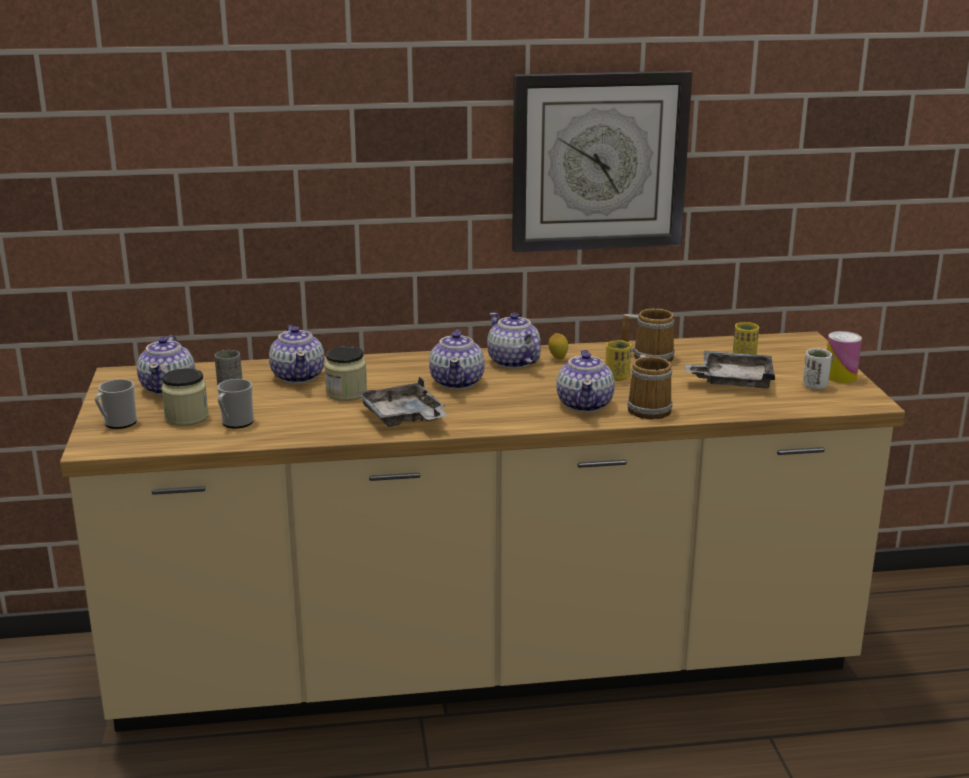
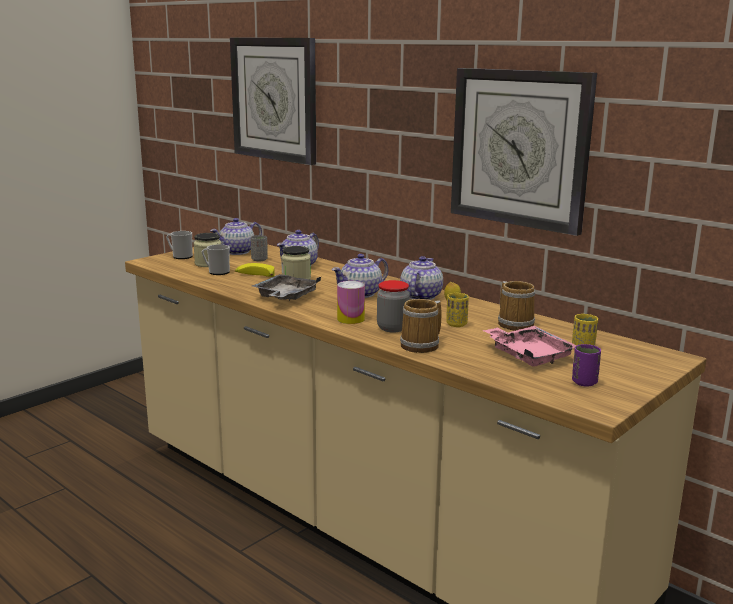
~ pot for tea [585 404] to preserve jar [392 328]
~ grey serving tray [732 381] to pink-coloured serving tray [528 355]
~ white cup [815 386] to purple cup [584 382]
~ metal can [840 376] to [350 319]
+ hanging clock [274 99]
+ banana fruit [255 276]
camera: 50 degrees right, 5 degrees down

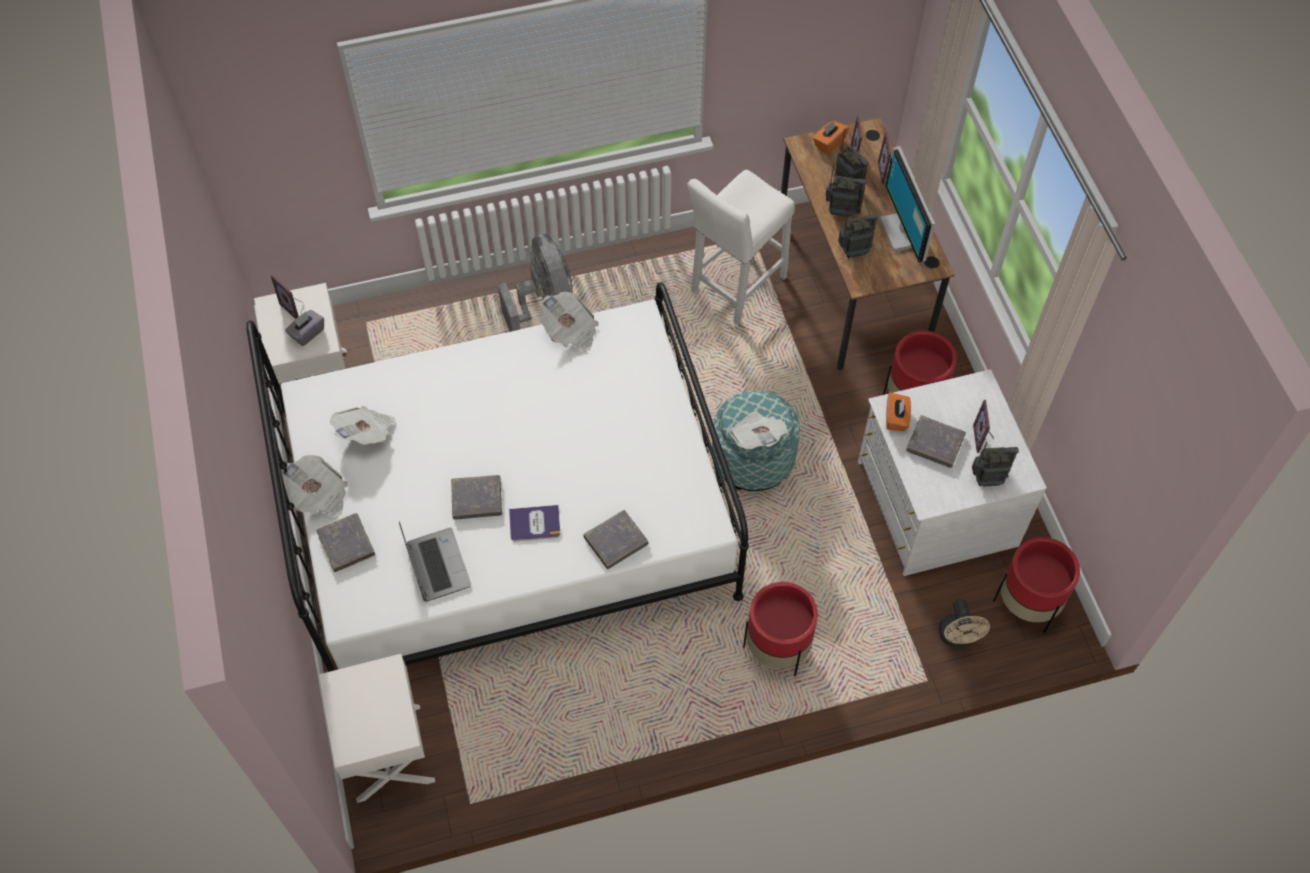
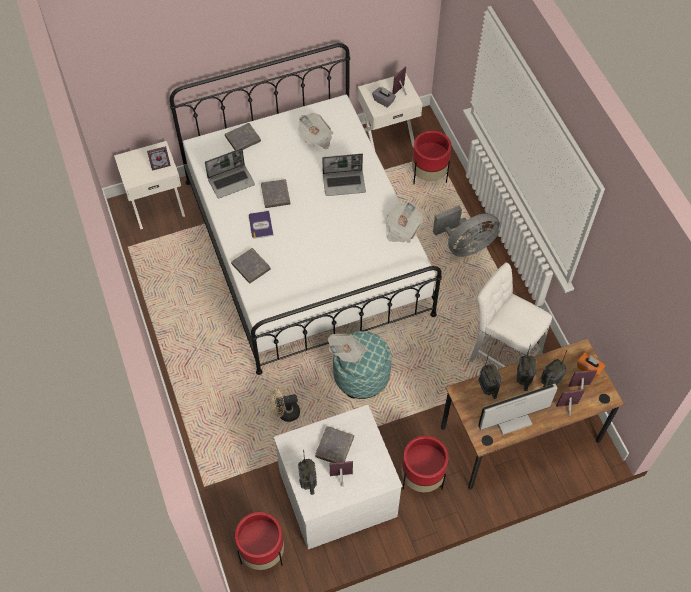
- newspaper [318 496]
~ red-coloured plant pot [777 648] to [429 176]
- orangey tissue box [896 418]
~ beige fan [956 638] to [285 413]
+ picture frame [160 164]
+ notebook computer [344 183]
camera: 85 degrees right, 0 degrees up

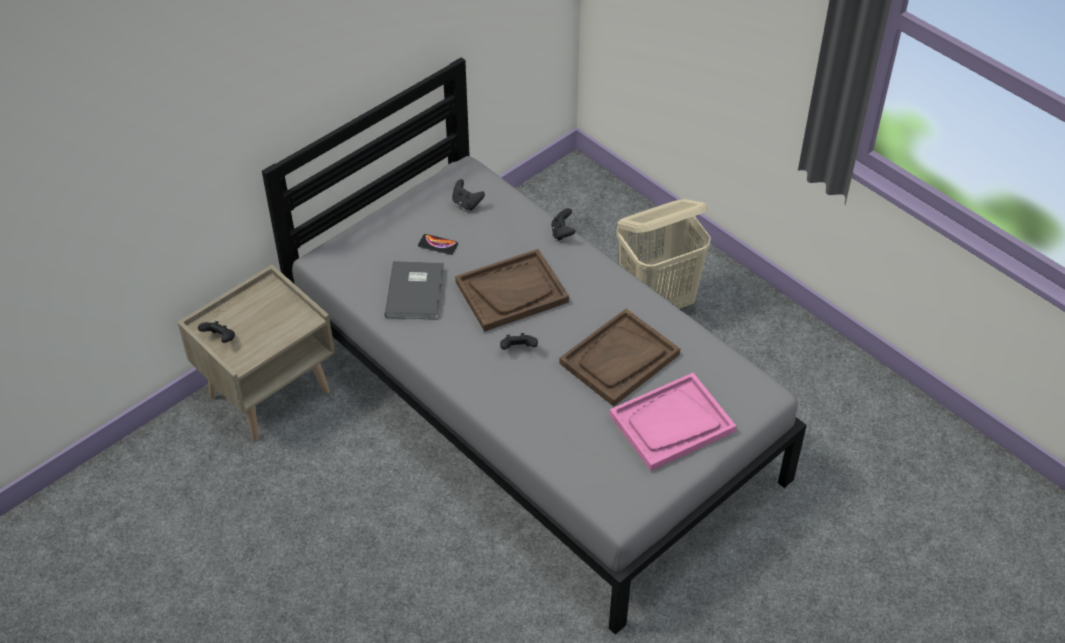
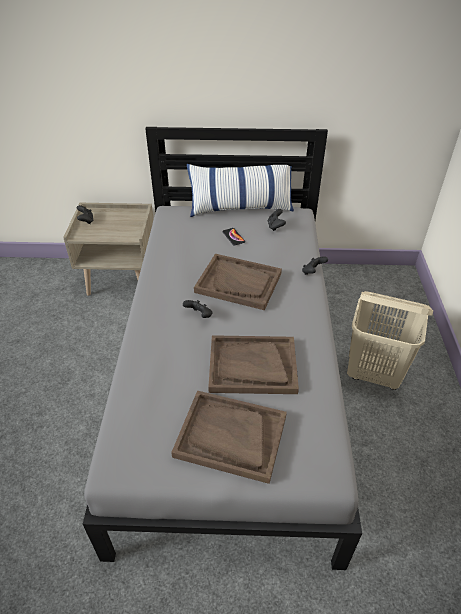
- grey volume [417 291]
~ pink-coloured serving tray [672 424] to brown serving tray [230 436]
+ pillow [241 208]
camera: 45 degrees right, 5 degrees down

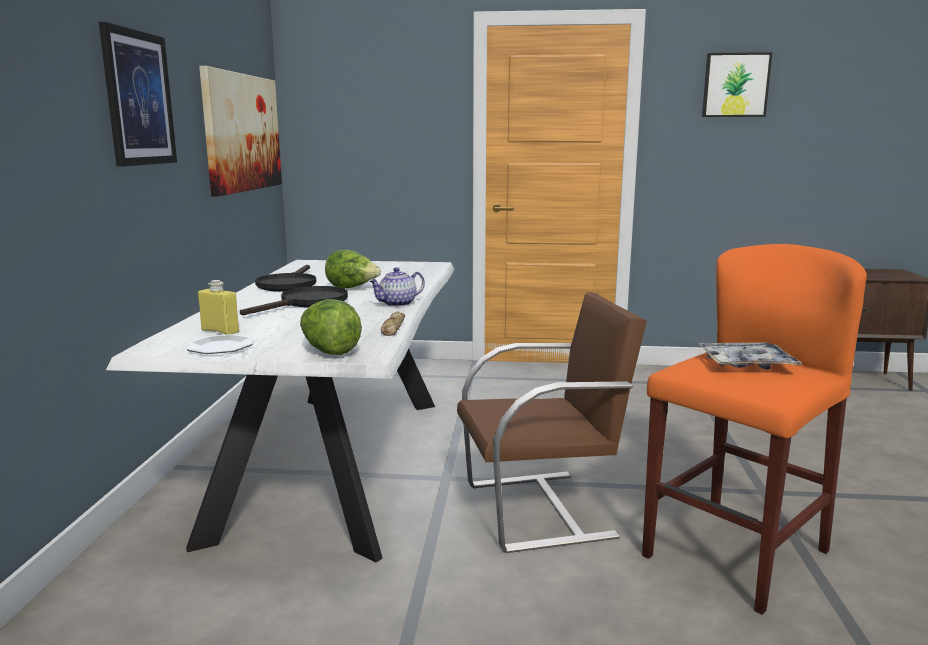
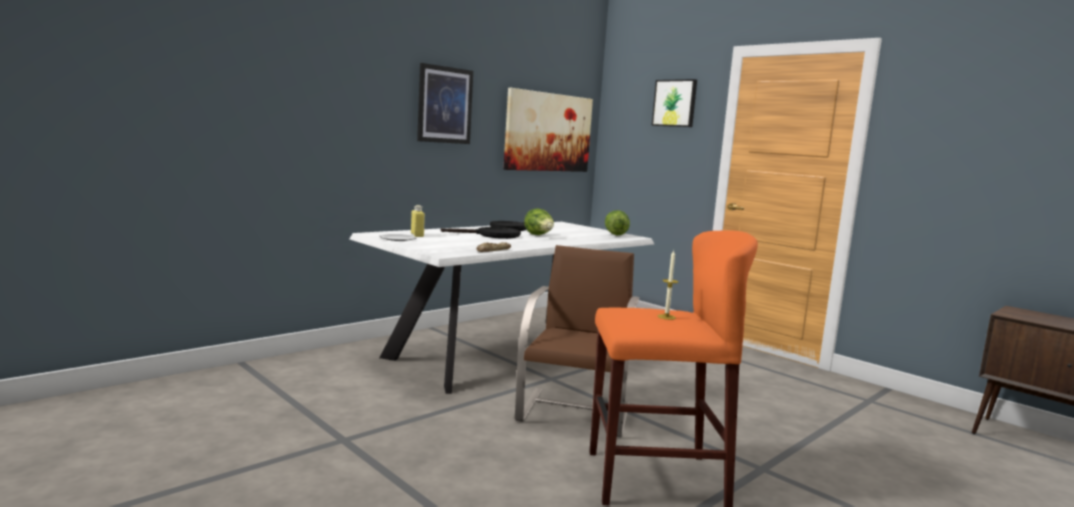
~ head of lettuce [329 351] to [615 234]
- pot for tea [398 304]
~ brown upright chair [542 510] = [575 411] 105 degrees counterclockwise
~ serving tray [746 364] to wax candle [666 317]
~ wall picture [735 85] to [675 103]
camera: 40 degrees right, 5 degrees down

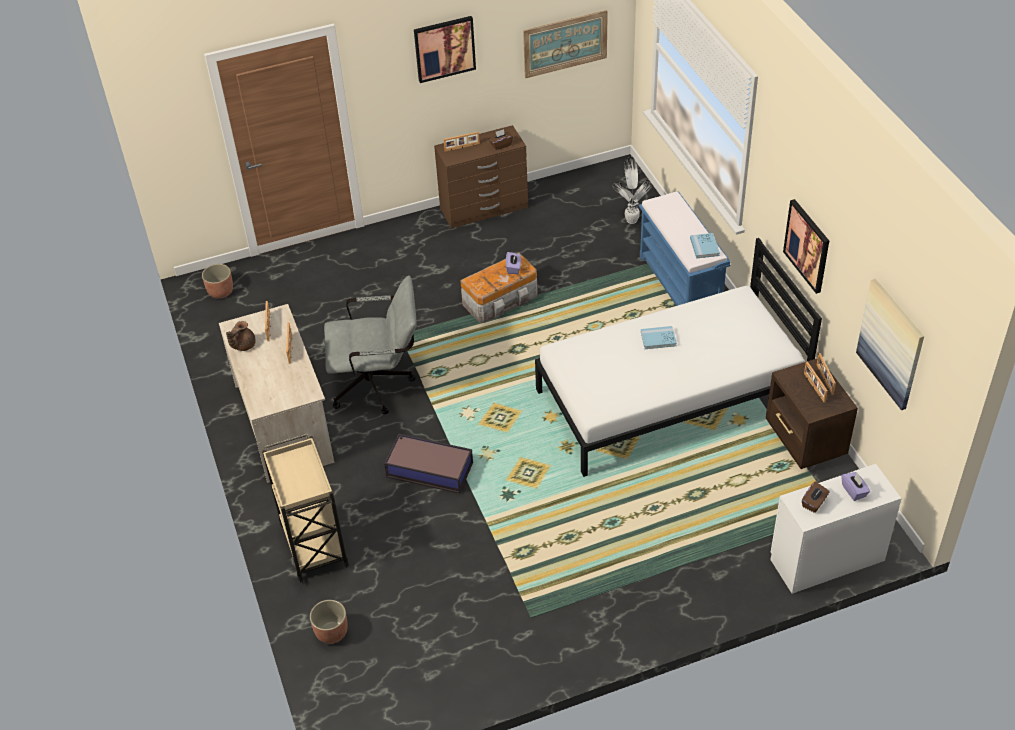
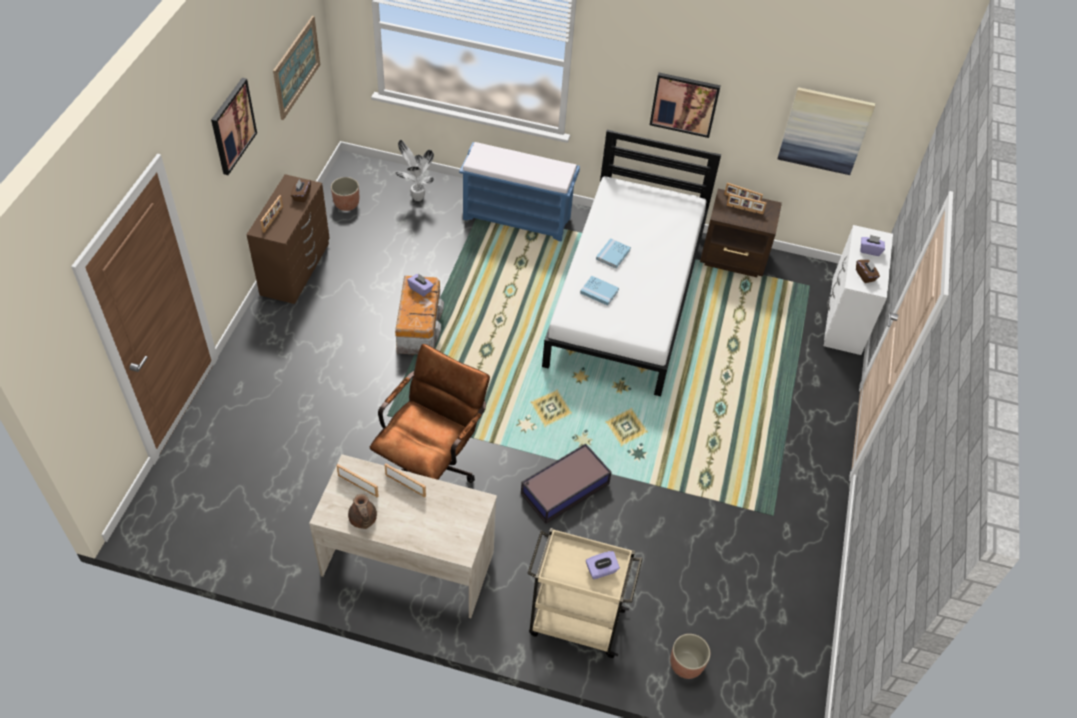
~ plant pot [220 291] to [346 204]
~ grey computer chair [379 384] to brown computer chair [431 465]
~ bluish volume [704 247] to [599 291]
+ purple tissue box [601 570]
camera: 60 degrees left, 5 degrees up

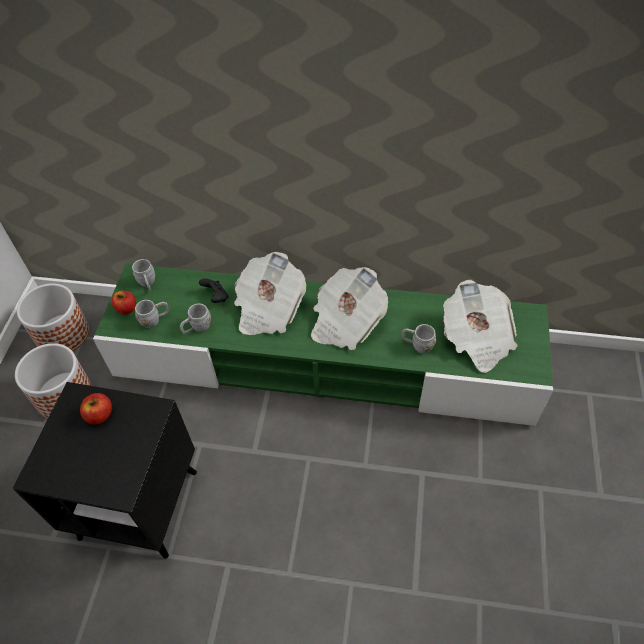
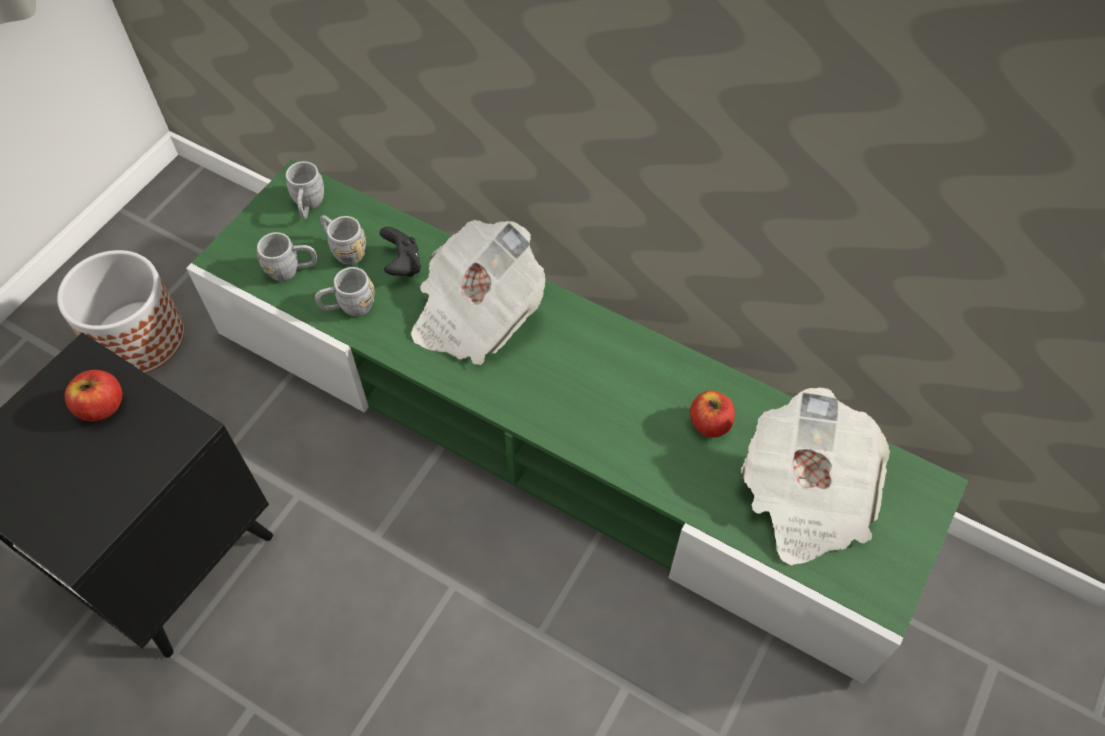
- plant pot [63 334]
~ apple [127 309] to [710 423]
- newspaper [346 322]
~ grey mug [417 345] to [344 249]
camera: 20 degrees right, 5 degrees up

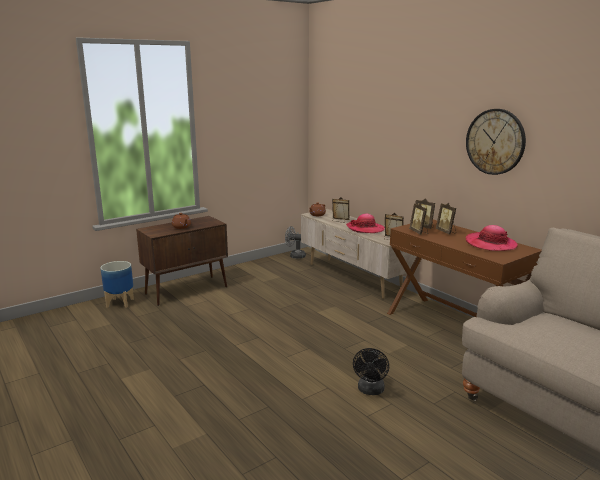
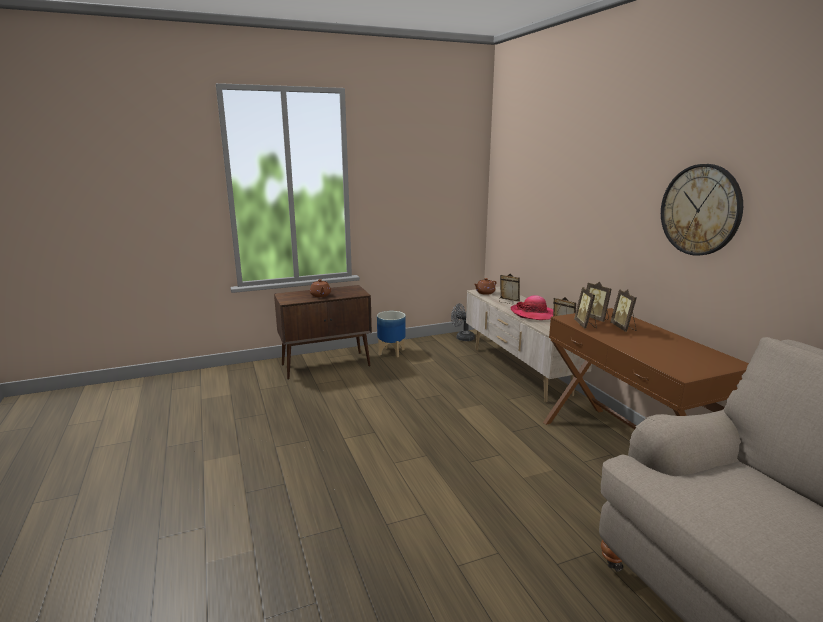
~ plant pot [120 303] to [391 352]
- black fan [370 391]
- clothing hat [490 244]
camera: 15 degrees right, 0 degrees up

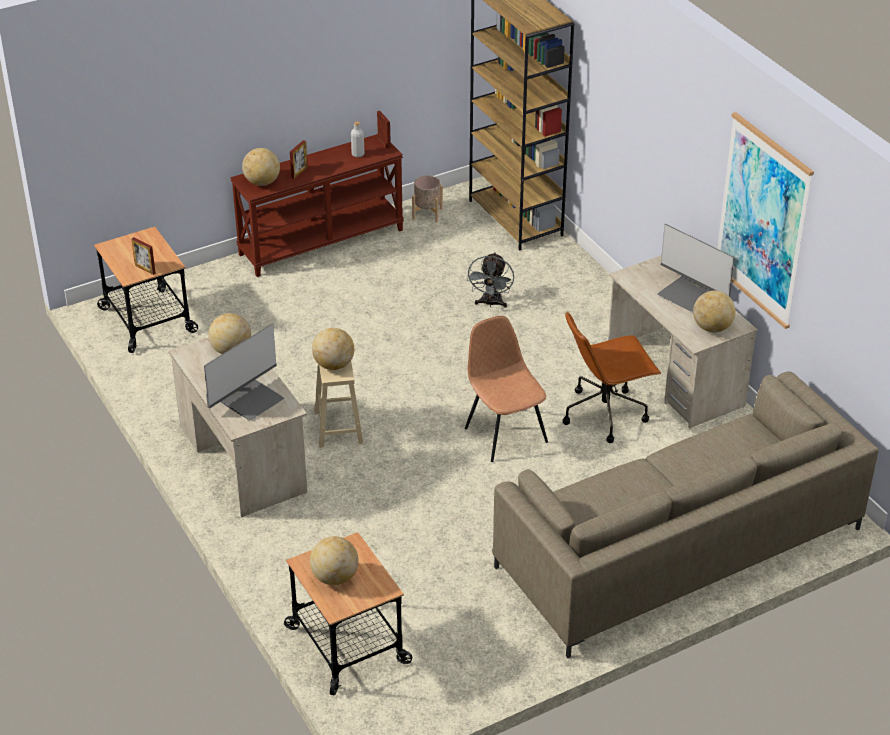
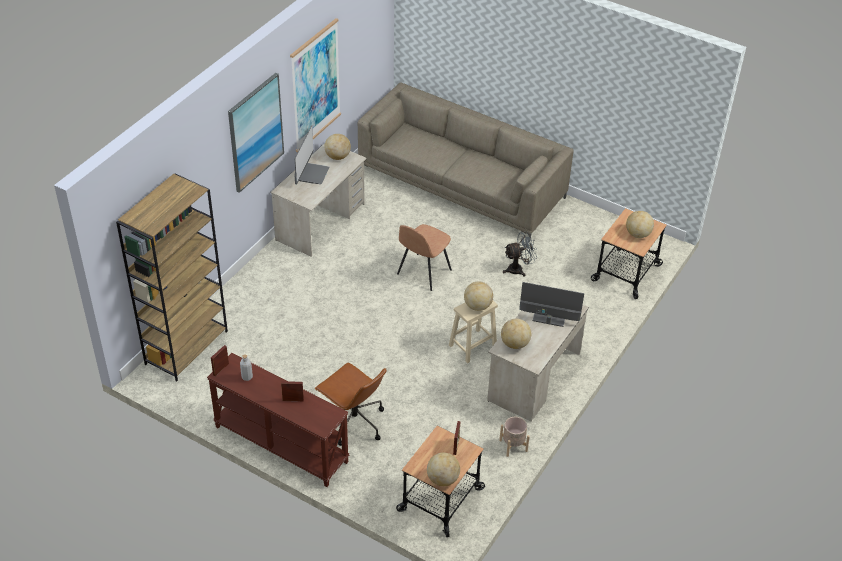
~ globe [262 182] to [443 479]
~ beige plant pot [427 214] to [513 445]
~ grey fan [491 303] to [518 269]
~ brown computer chair [605 413] to [353 422]
+ wall picture [255 132]
camera: 120 degrees left, 5 degrees up

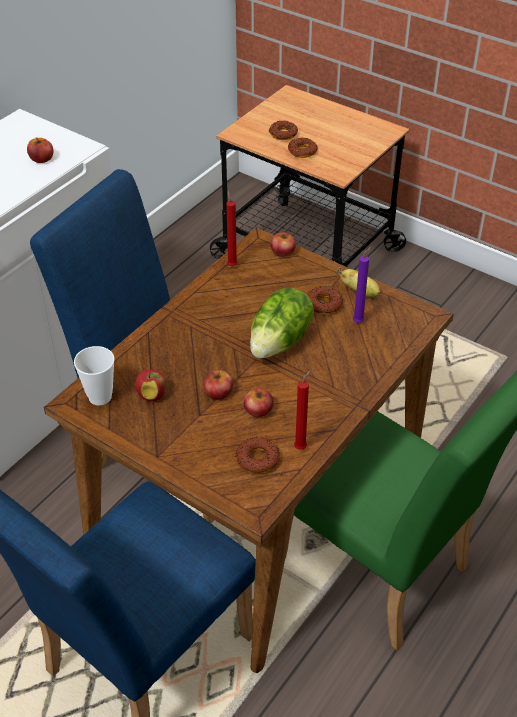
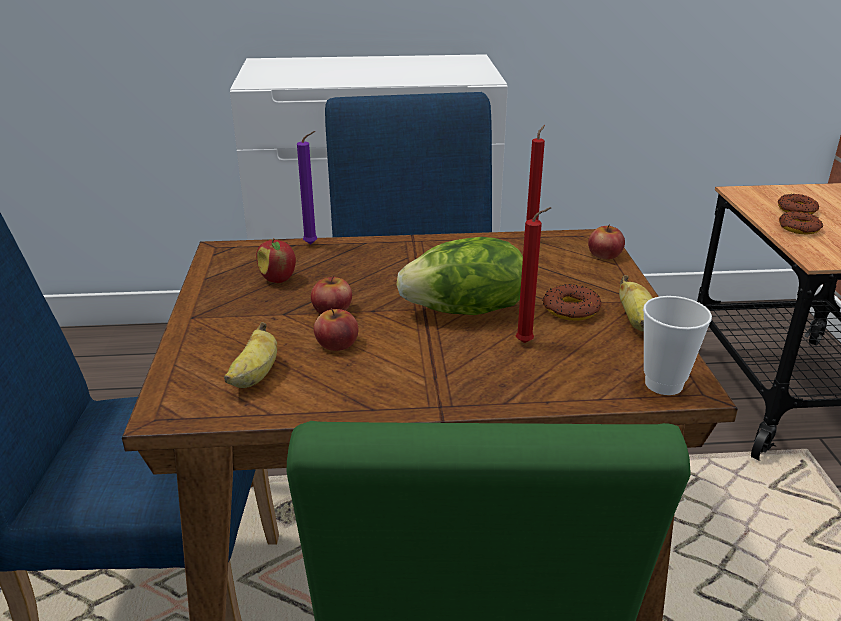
- apple [41 158]
~ cup [100 397] to [663 384]
~ ring doughnut [257 459] to banana fruit [255 376]
~ red-coloured wax candle [301 447] to [527 343]
~ purple wax candle [359 321] to [313 244]
camera: 50 degrees right, 15 degrees down

